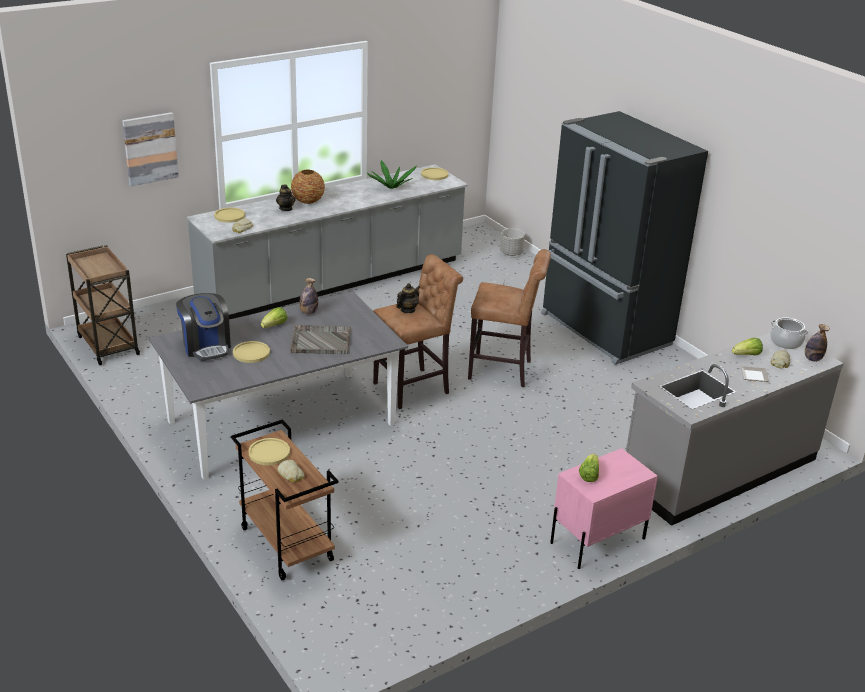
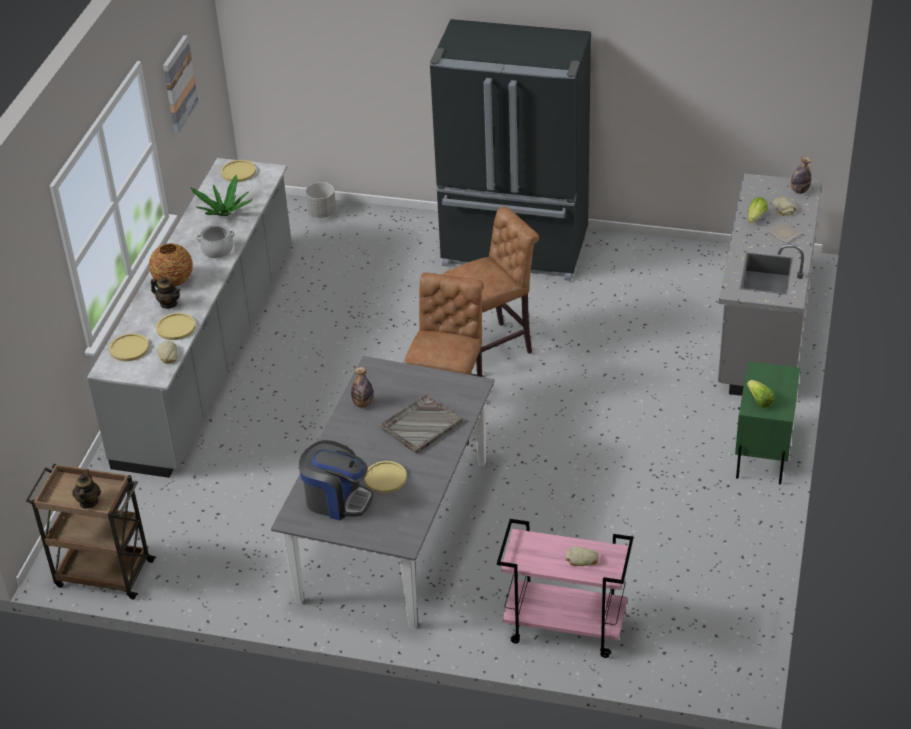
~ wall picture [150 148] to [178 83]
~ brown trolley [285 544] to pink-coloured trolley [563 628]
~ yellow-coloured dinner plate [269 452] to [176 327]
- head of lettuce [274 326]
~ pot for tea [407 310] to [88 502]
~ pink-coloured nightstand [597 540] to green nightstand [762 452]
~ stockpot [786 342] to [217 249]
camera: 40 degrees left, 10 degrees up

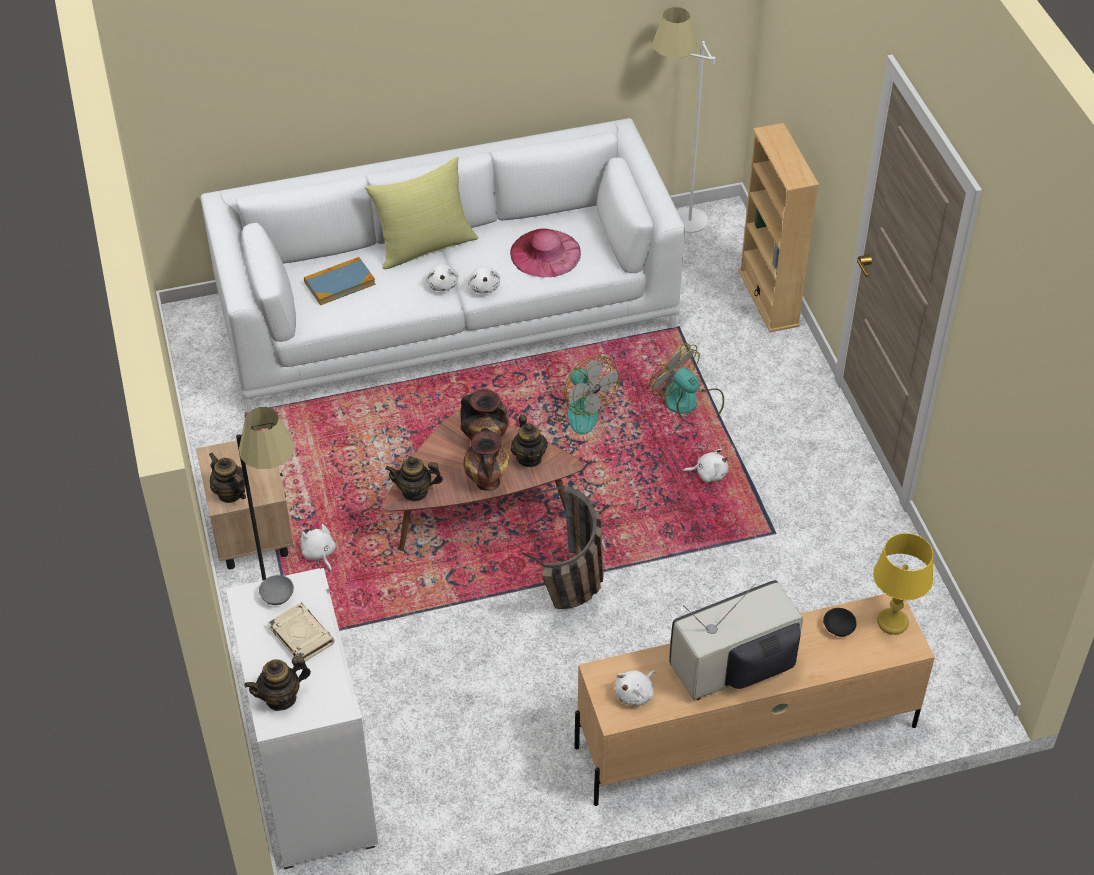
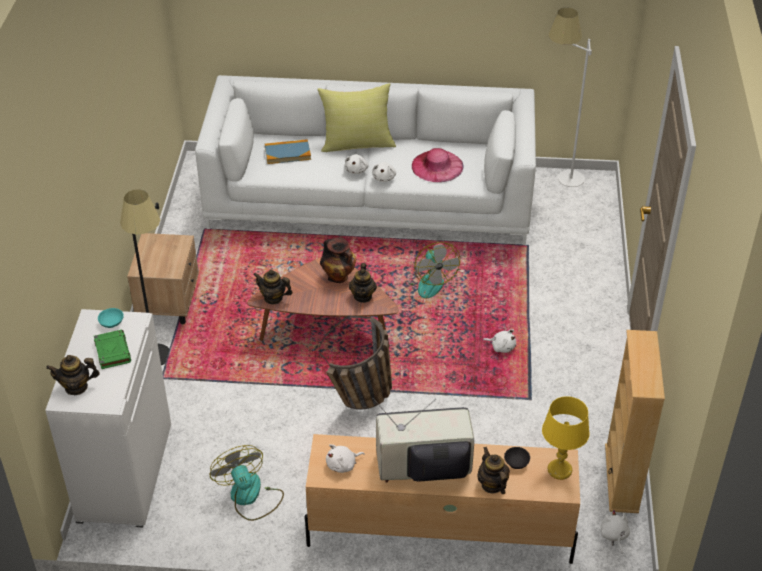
~ pot for tea [230 493] to [492 485]
~ grey deep dish [278 596] to turquoise-coloured deep dish [112 323]
~ beige volume [301 635] to green volume [112 351]
~ white soft toy [319 554] to [614 536]
- flower vase [487 482]
~ fan [688 404] to [250 497]
~ beige shelving unit [768 298] to [621 478]
camera: 20 degrees right, 5 degrees down

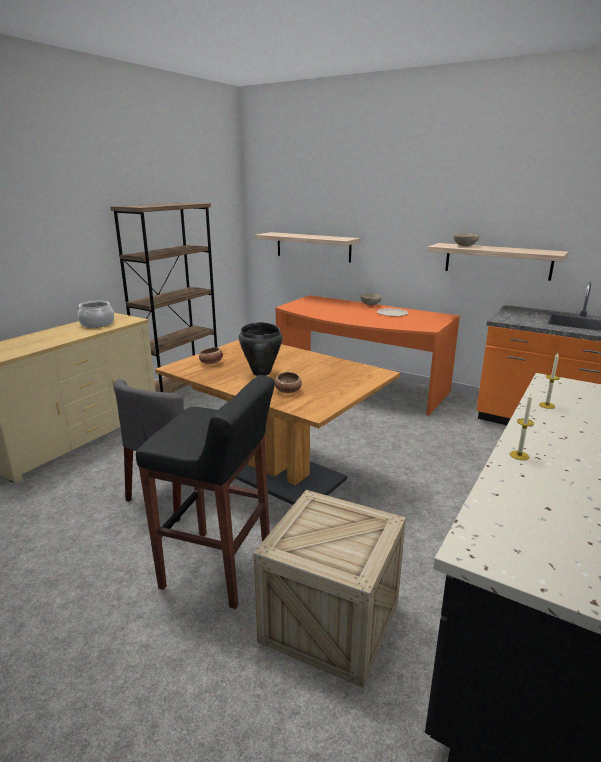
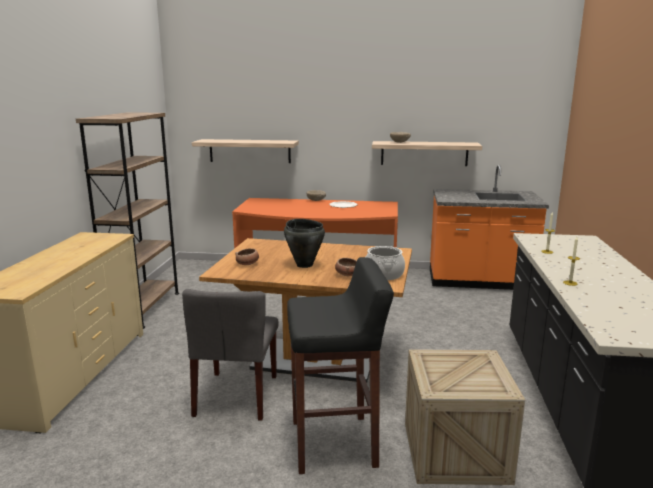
~ stockpot [97 324] to [383 274]
camera: 25 degrees left, 5 degrees down

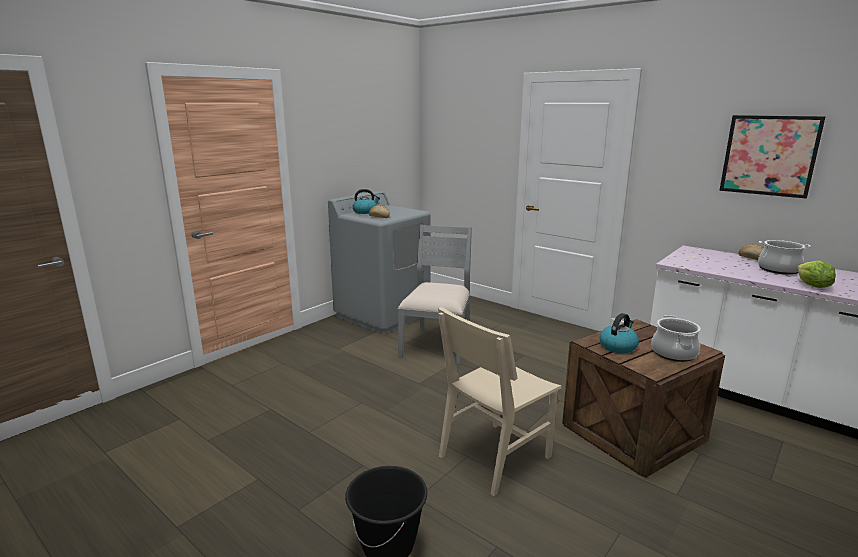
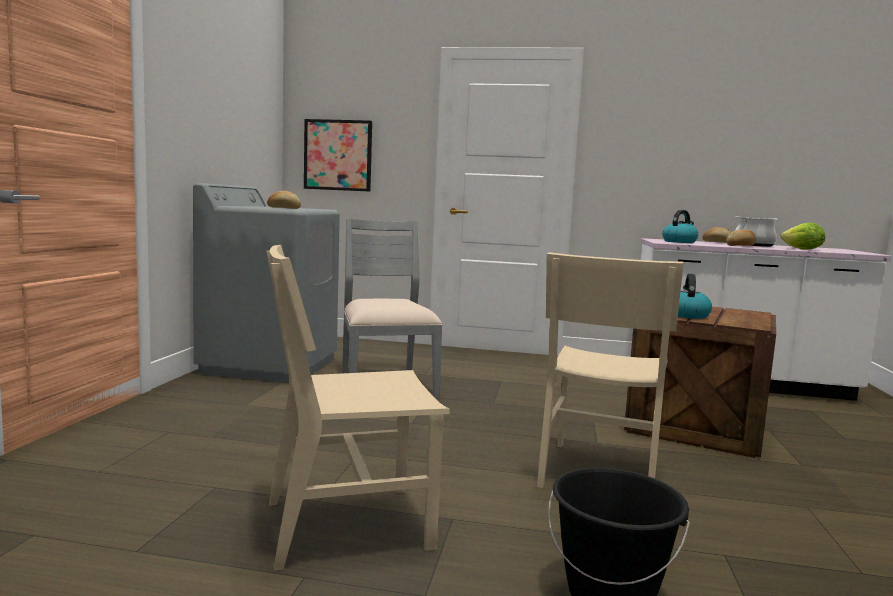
~ water kettle [365 212] to [679 242]
- stockpot [673 353]
~ wall picture [769 155] to [338 155]
+ beige upright chair [347 524]
+ bakery bread [741 246]
camera: 30 degrees left, 10 degrees down

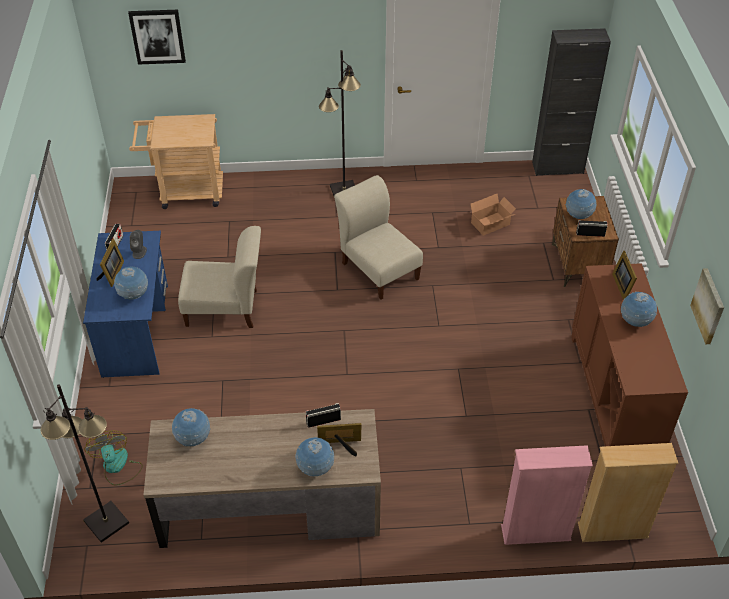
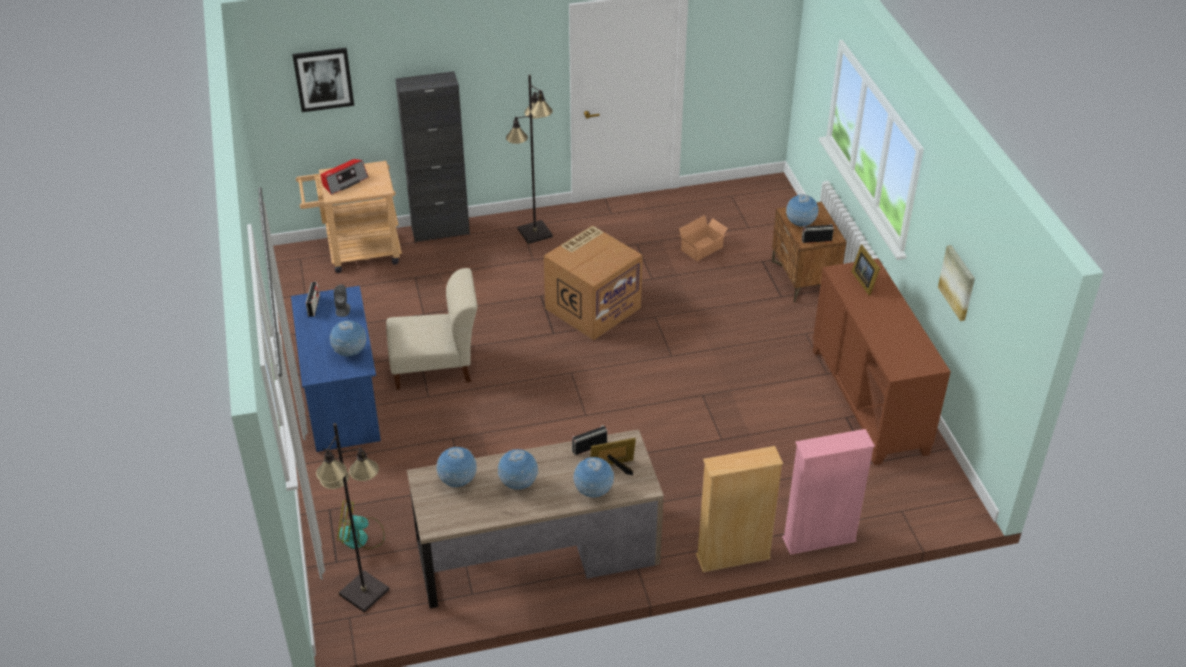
~ fan [117 467] = [360 537] 60 degrees counterclockwise
- picture frame [112 274]
~ beige upright chair [378 269] to packing box [593 307]
~ black cupboard [557 168] to [440 231]
~ beige shelving unit [612 530] to [733 557]
~ globe [635 322] to [518 484]
+ radio [344 181]
camera: 10 degrees left, 5 degrees down

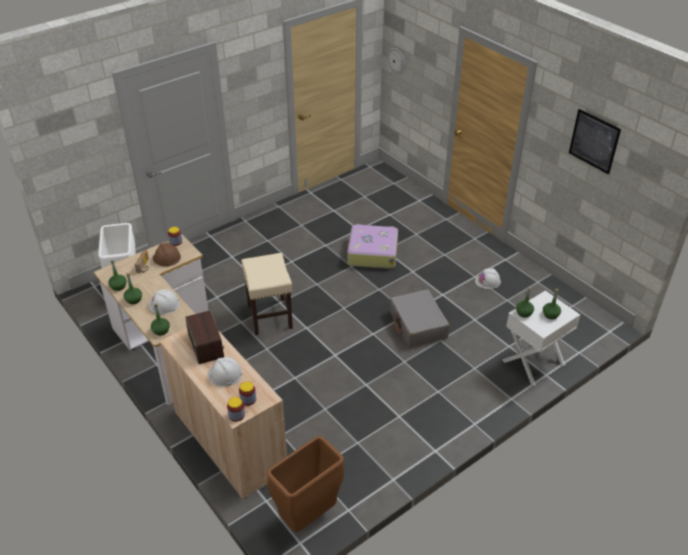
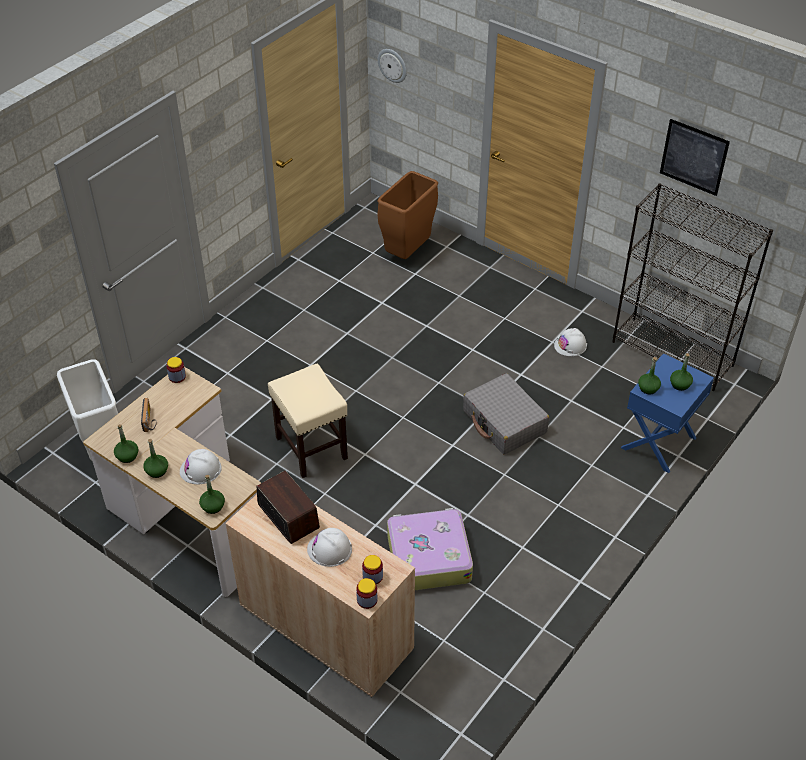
- brown safety helmet [166 257]
~ brown trash can [308 517] to [408 253]
~ travel case [372 252] to [428 557]
~ white nightstand [533 362] to bluish nightstand [659 443]
+ black shelving unit [673 354]
camera: 15 degrees left, 5 degrees up

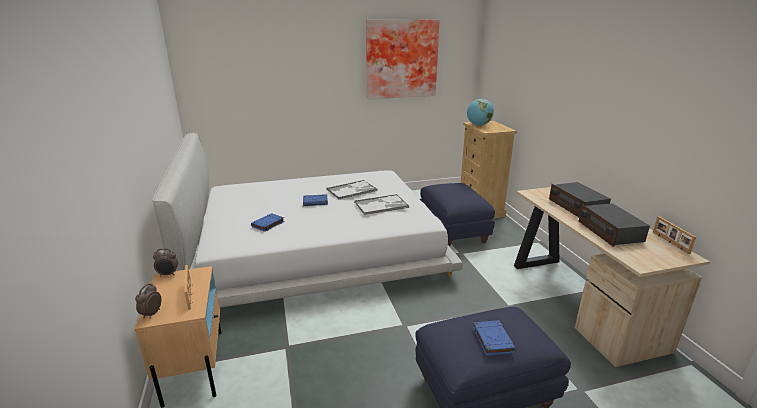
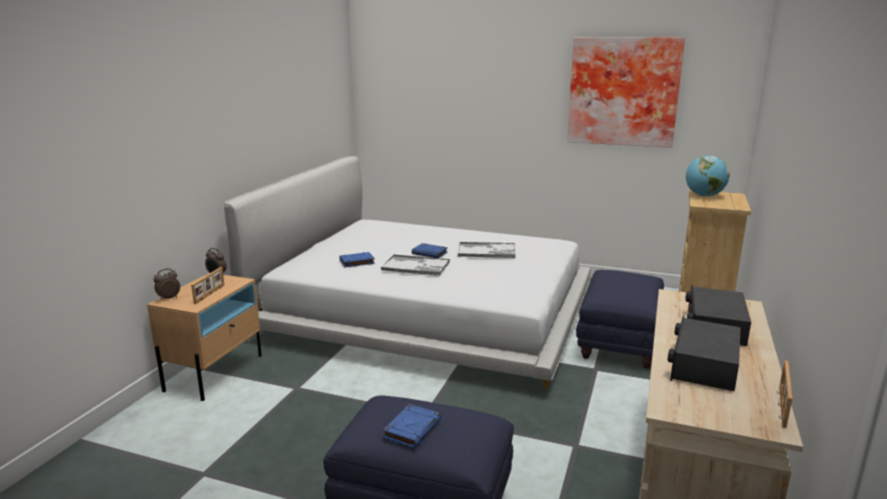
~ serving tray [381 205] to [416 266]
camera: 35 degrees right, 5 degrees down

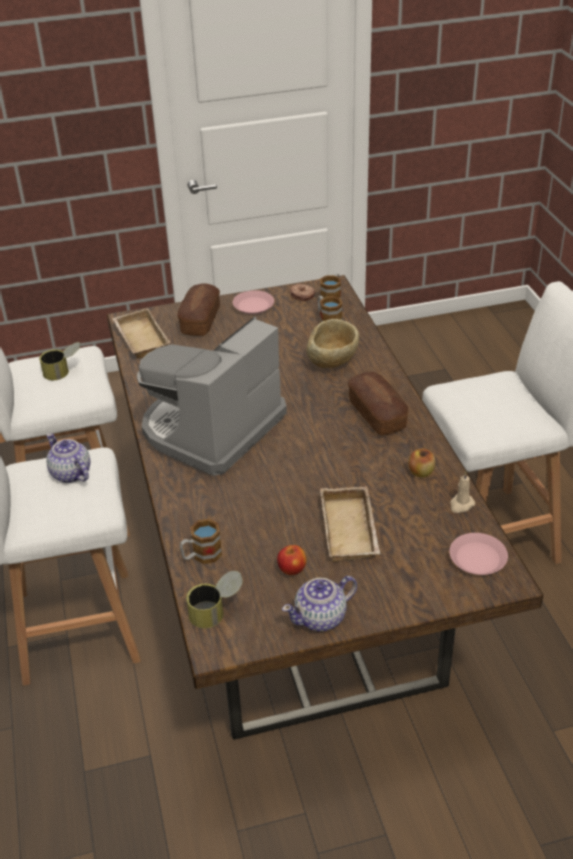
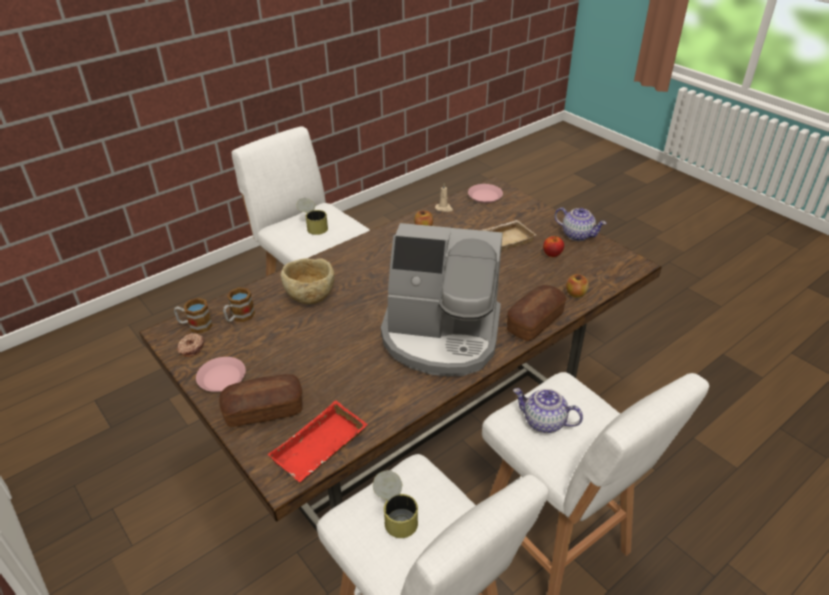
~ pot for tea [70 473] = [543 422] 90 degrees clockwise
~ beige serving tray [139 338] to red-coloured serving tray [320 449]
~ mug [201 555] to apple [575 293]
~ metal can [216 612] to [313 226]
~ bakery bread [377 414] to [535 322]
camera: 115 degrees left, 0 degrees up

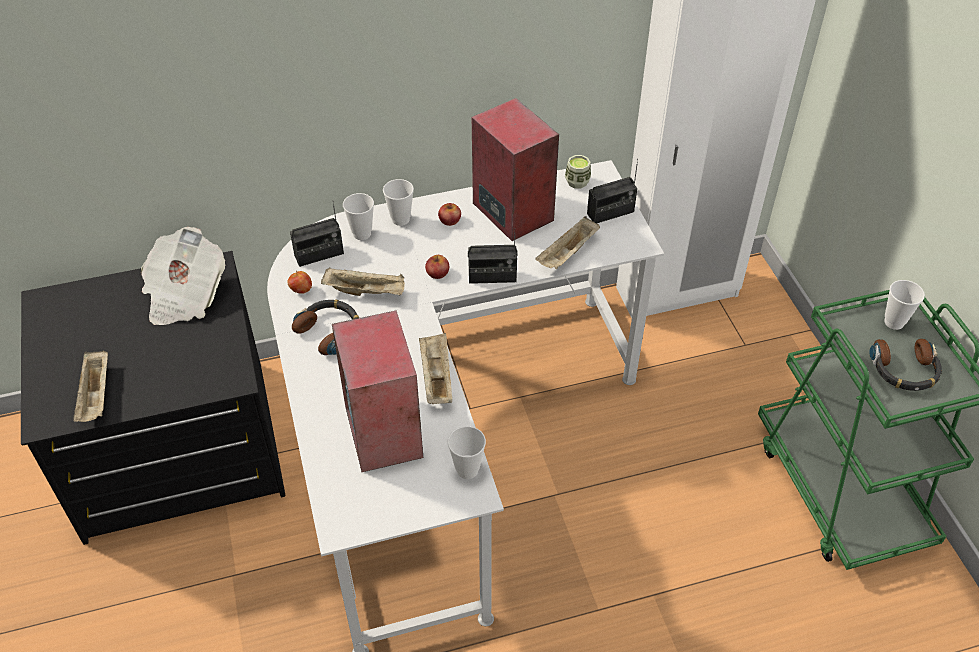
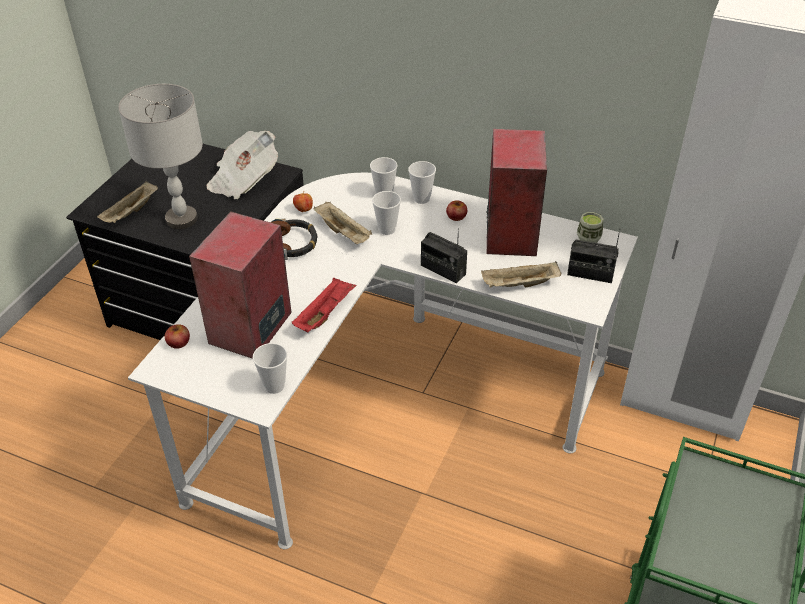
- radio [319 255]
~ beige serving tray [436 377] to red-coloured serving tray [325 314]
~ apple [437 273] to [178 342]
- pair of headphones [904 370]
~ cup [894 322] to [387 229]
+ grey table lamp [182 219]
camera: 40 degrees right, 5 degrees down

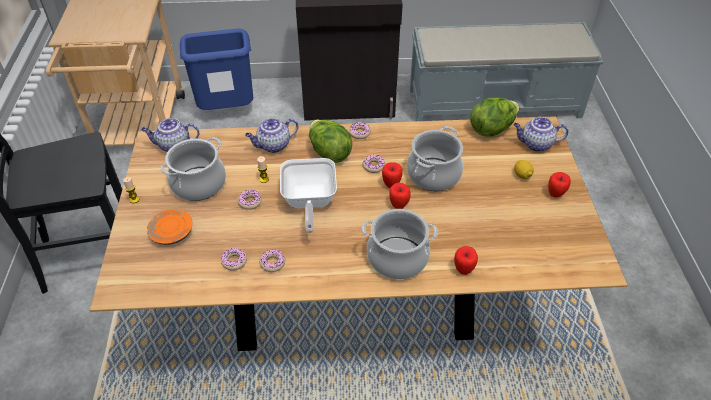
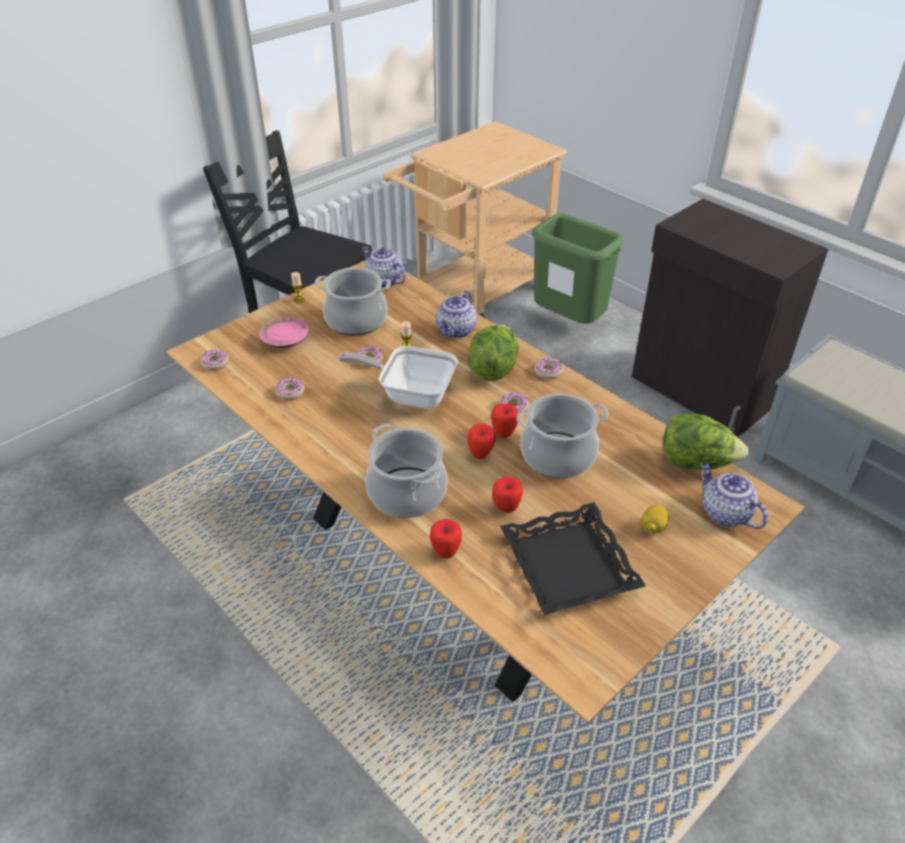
~ orangey dinner plate [171 233] to pink-coloured dinner plate [285 340]
~ bluish trash can [227 111] to green trash can [569 323]
~ pot for tea [273 146] = [456 331] 90 degrees counterclockwise
~ ring doughnut [272 263] to [215 363]
~ frying pan [309 203] = [411 394] 60 degrees clockwise
~ apple [555 194] to [506 508]
+ black serving tray [568 565]
camera: 50 degrees right, 5 degrees down

